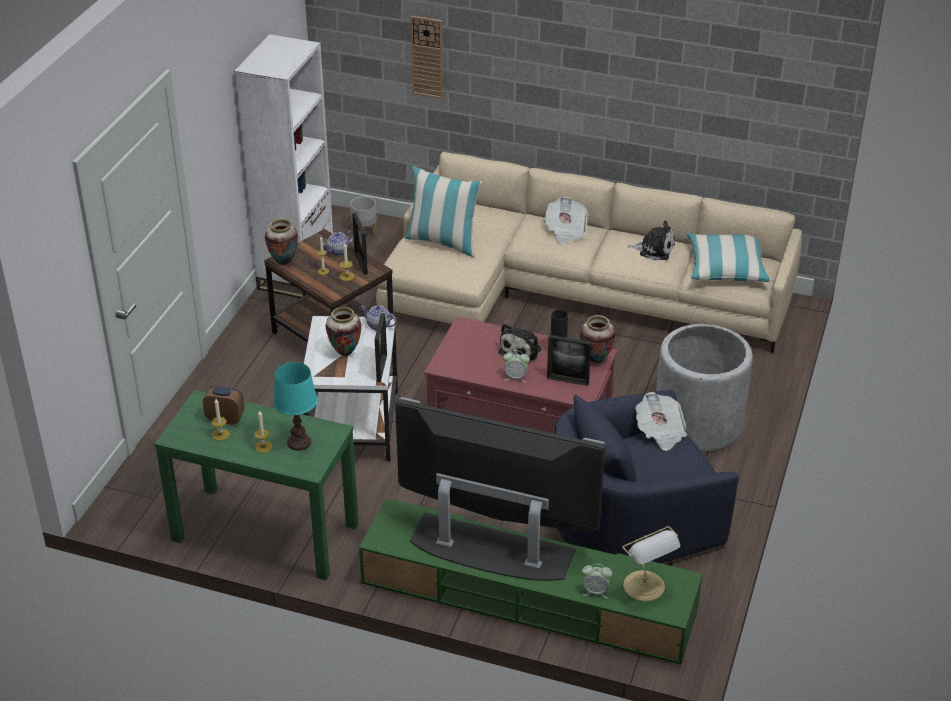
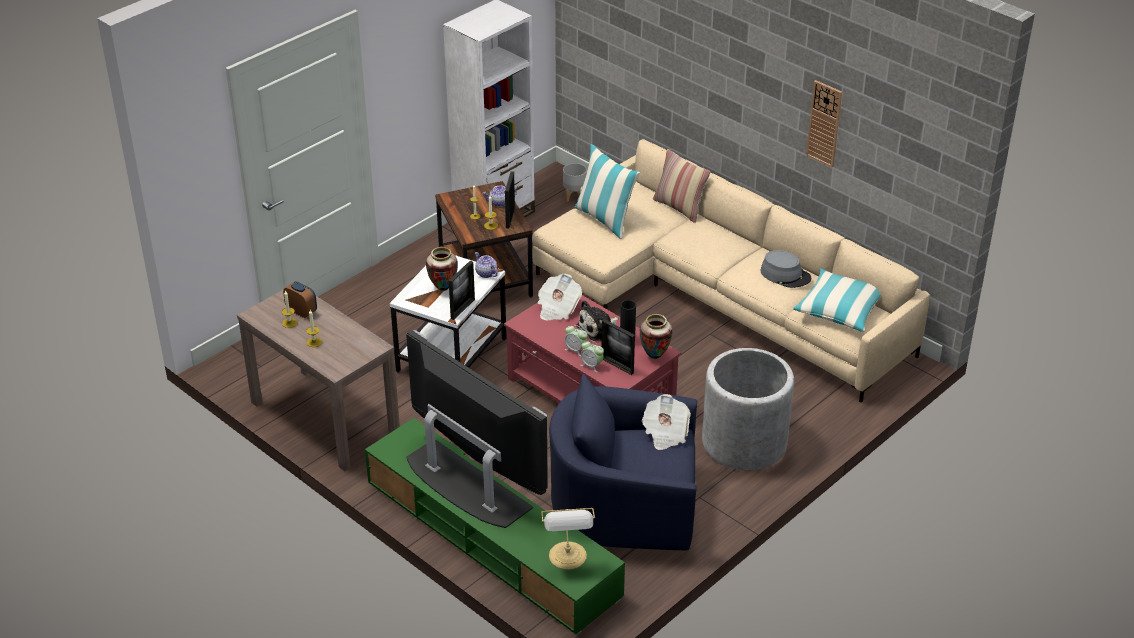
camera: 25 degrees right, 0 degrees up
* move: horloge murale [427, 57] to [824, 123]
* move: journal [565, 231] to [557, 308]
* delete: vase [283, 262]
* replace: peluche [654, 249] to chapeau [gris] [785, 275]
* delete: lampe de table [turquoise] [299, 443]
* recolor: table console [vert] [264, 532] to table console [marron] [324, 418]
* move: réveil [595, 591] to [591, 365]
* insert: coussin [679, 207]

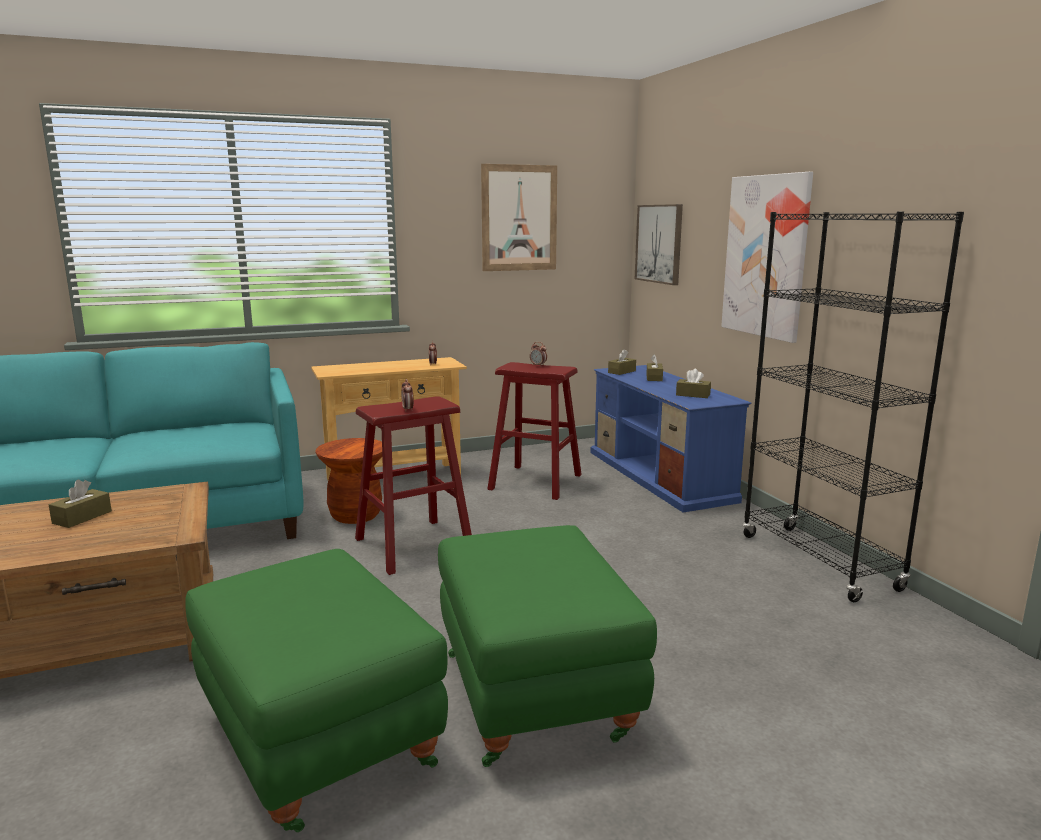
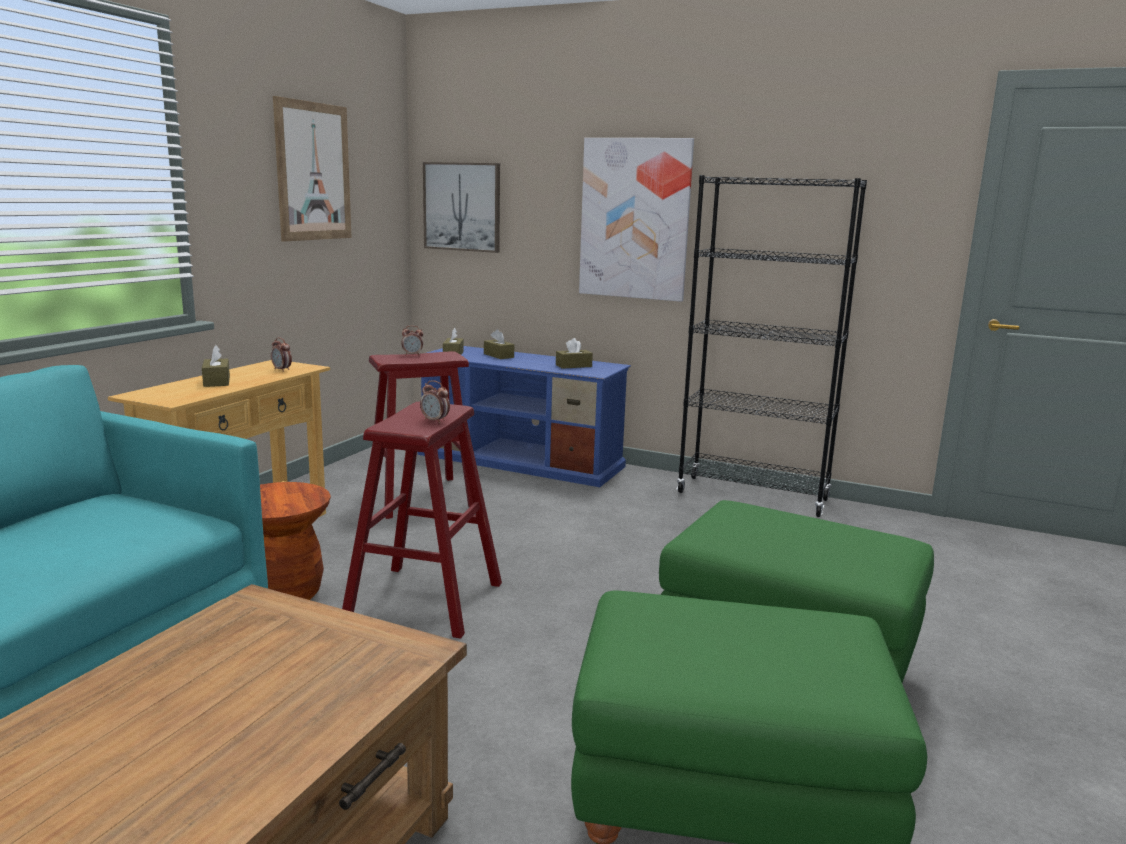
camera: 45 degrees left, 0 degrees up
* move: boîte à mouchoirs [marron] [82, 517] to [216, 381]

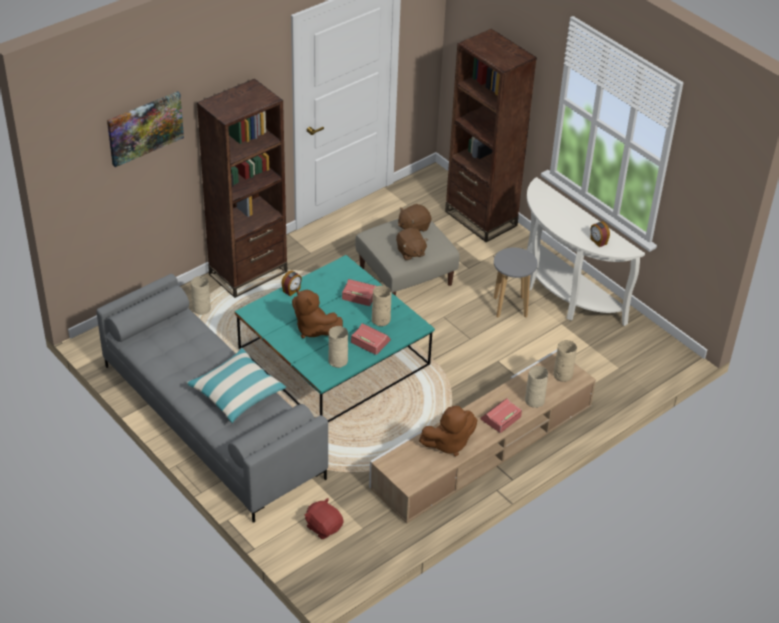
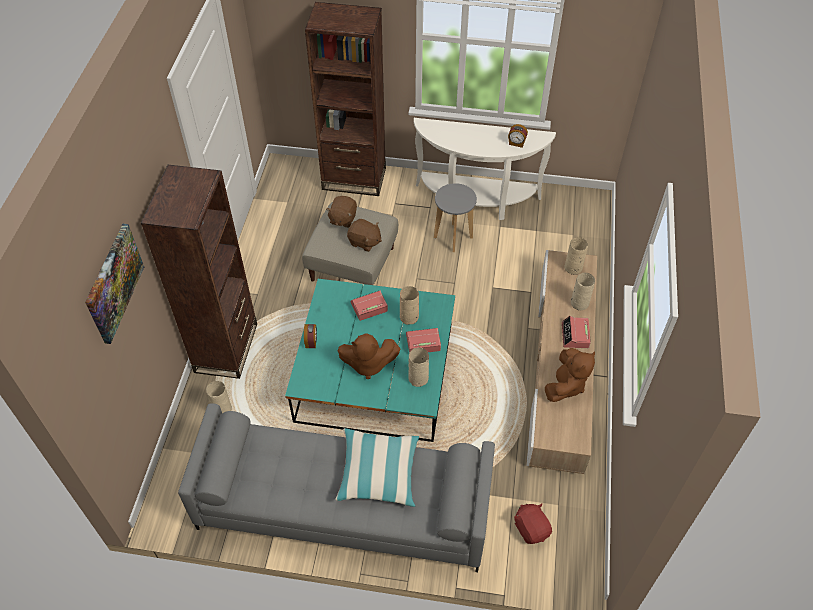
camera: 40 degrees left, 10 degrees up
* rotate: peluche [rouge] [324, 527] = [531, 528] 60 degrees clockwise

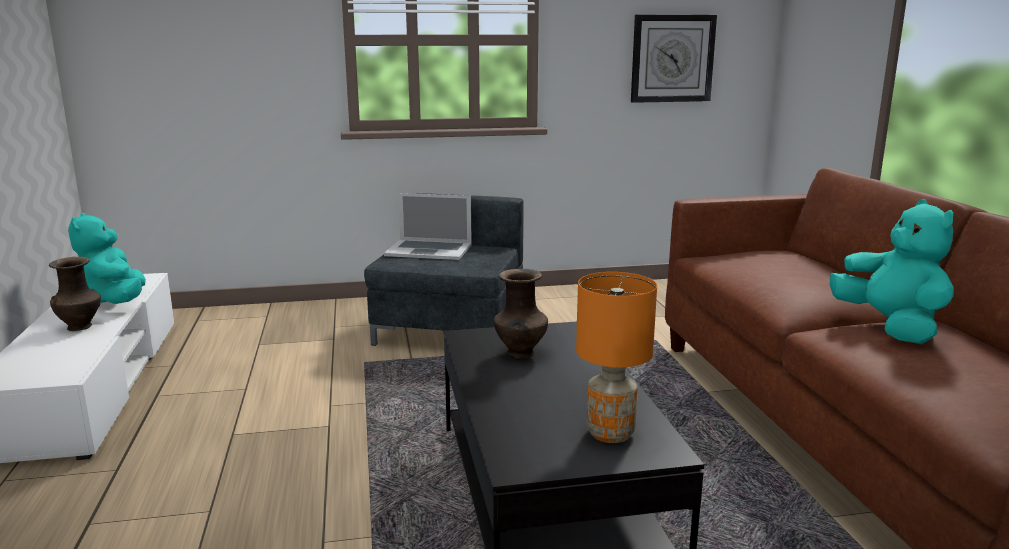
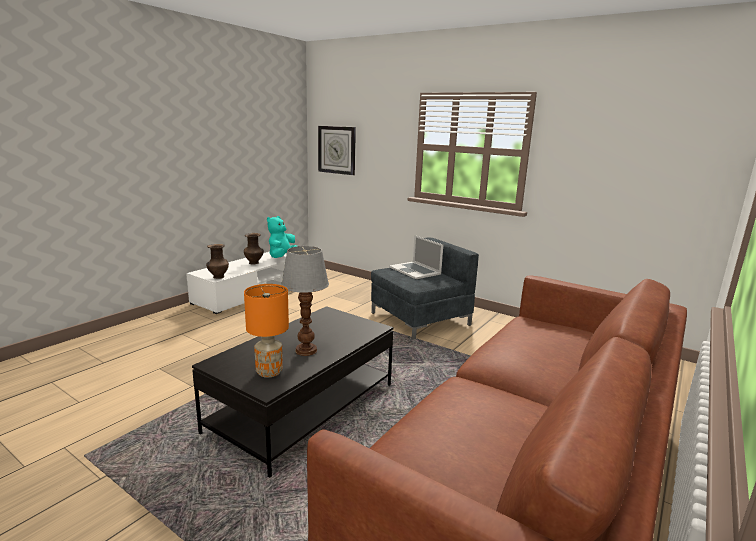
camera: 45 degrees right, 0 degrees up
* move: horloge murale [672, 58] to [337, 150]
* delete: peluche [turquoise] [890, 327]
* move: vase [marron] [520, 354] to [218, 277]
* insert: lampe de table [305, 351]

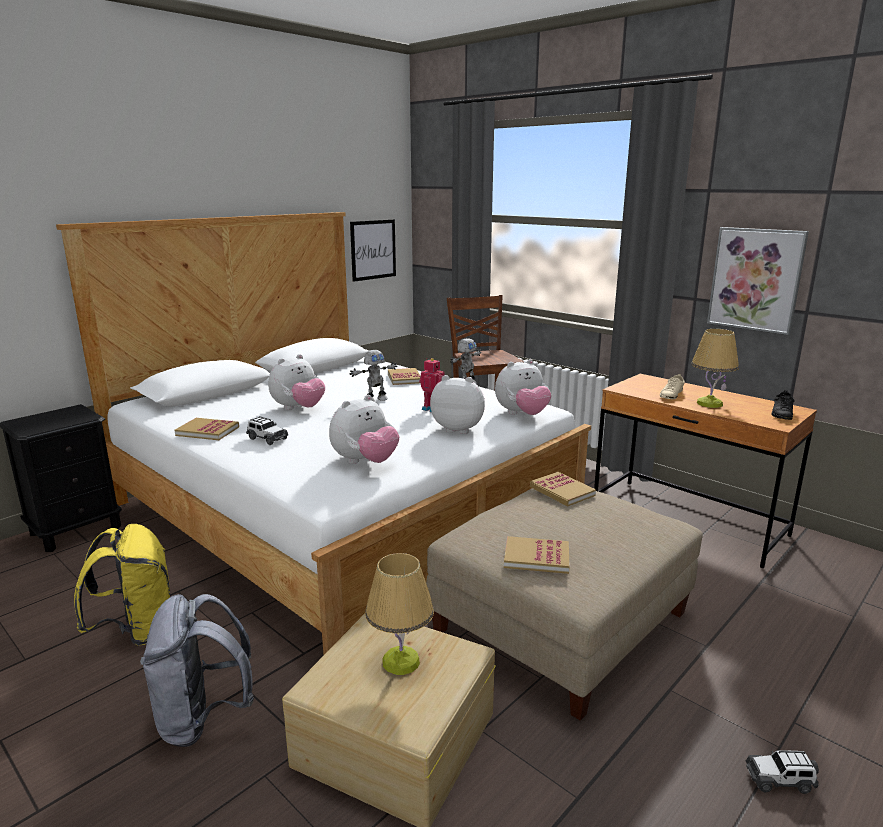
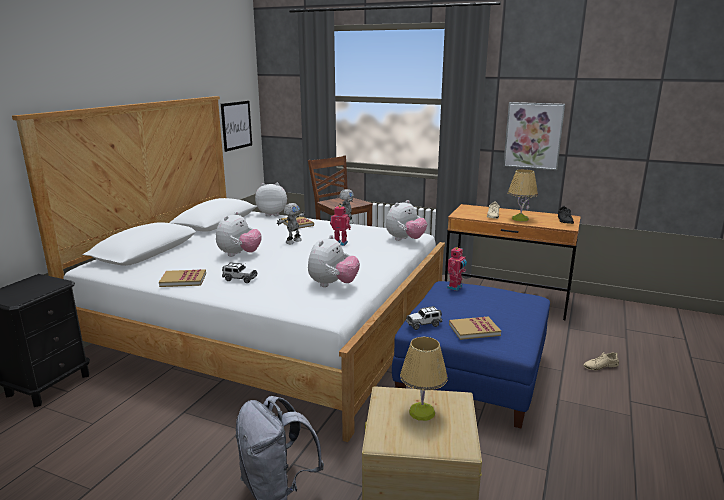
camera: 20 degrees left, 0 degrees up
* move: peluche [459, 429] to [272, 214]
* replace: livre [562, 491] to robot jouet [455, 287]
* recolor: pouf [beige] [560, 621] to pouf [bleu] [472, 374]
* delete: sac à dos [jaune] [136, 630]
* move: petite voiture [780, 780] to [423, 324]
* insert: chaussure [beige] [600, 366]

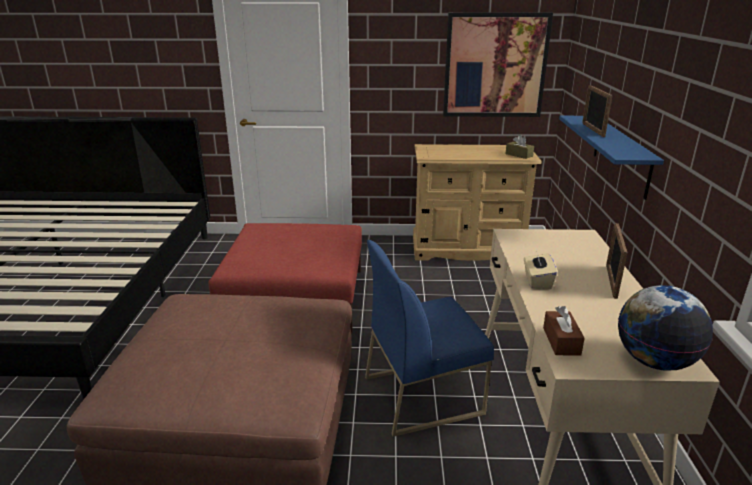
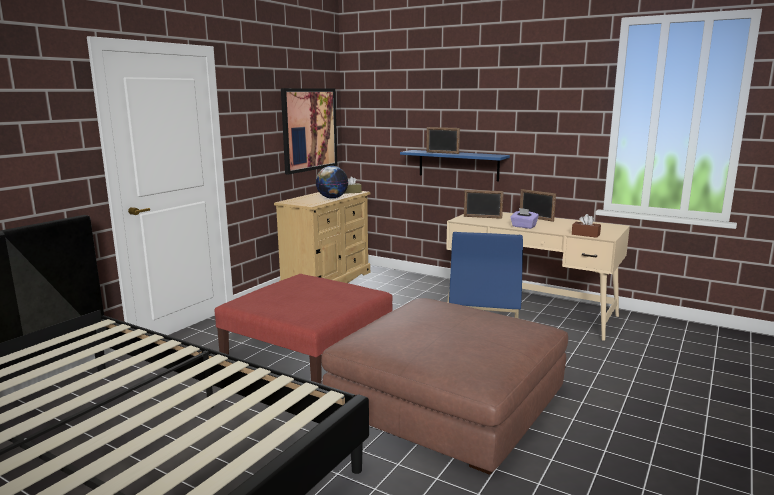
camera: 60 degrees left, 10 degrees down
* recolor: boîte à mouchoirs [beige] [537, 281] to boîte à mouchoirs [violet] [523, 226]
* move: globe [654, 361] to [332, 198]
* insert: cadre photo [482, 217]

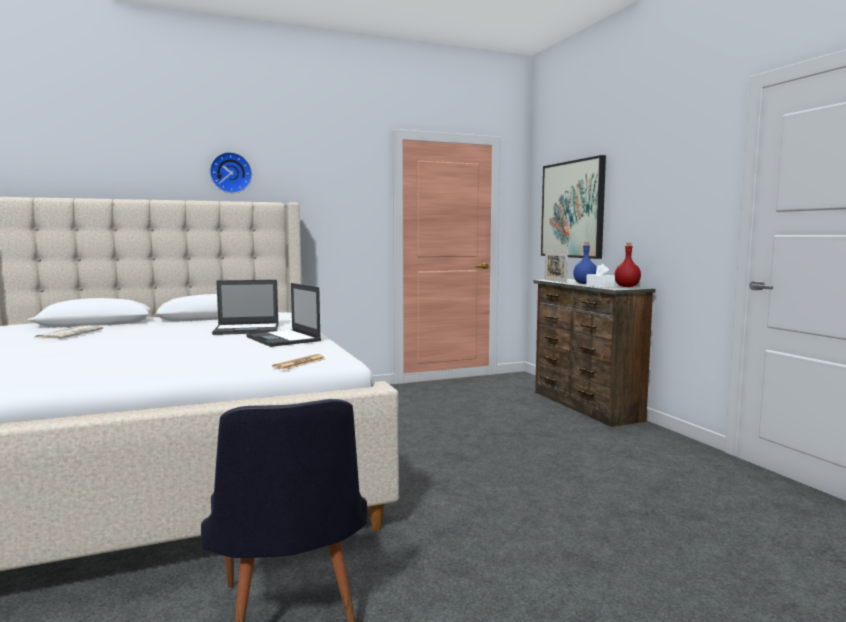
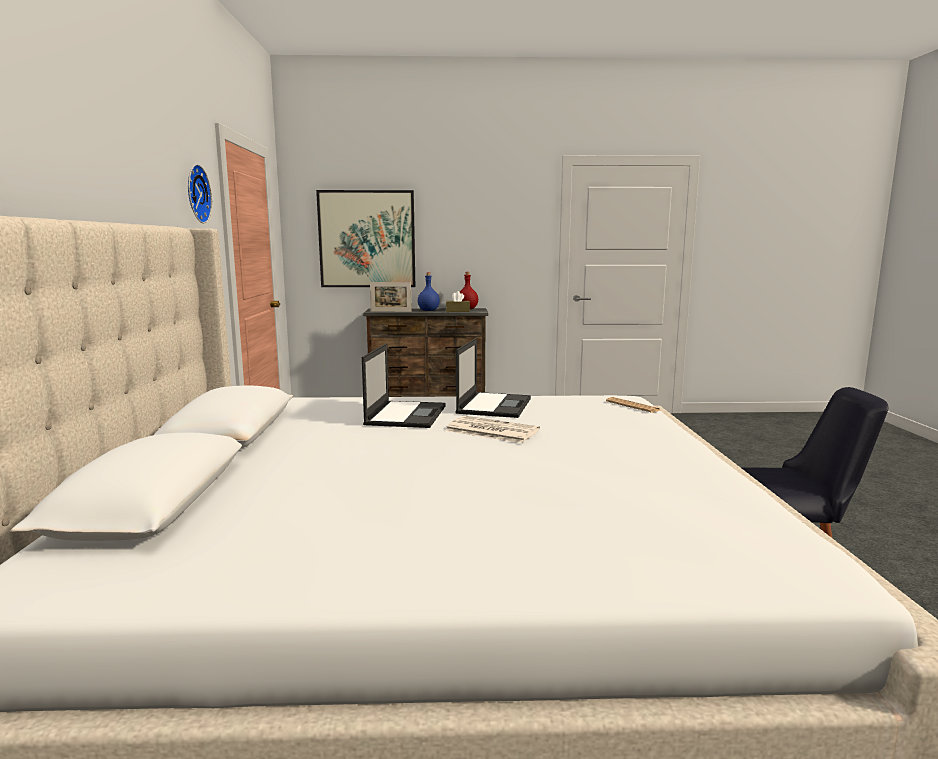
camera: 70 degrees left, 5 degrees up
* move: horloge murale [230, 173] to [195, 194]
* recolor: boîte à mouchoirs [blanc] [600, 286] to boîte à mouchoirs [marron] [458, 311]
* rotate: ordinateur portable [284, 339] = [494, 405] 60 degrees counterclockwise
* move: journal [69, 334] to [490, 430]

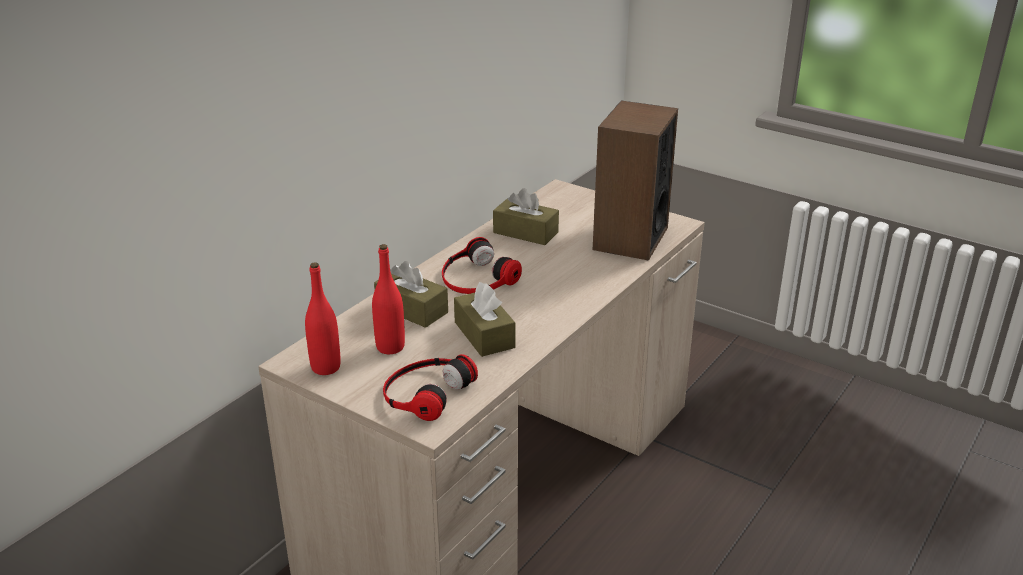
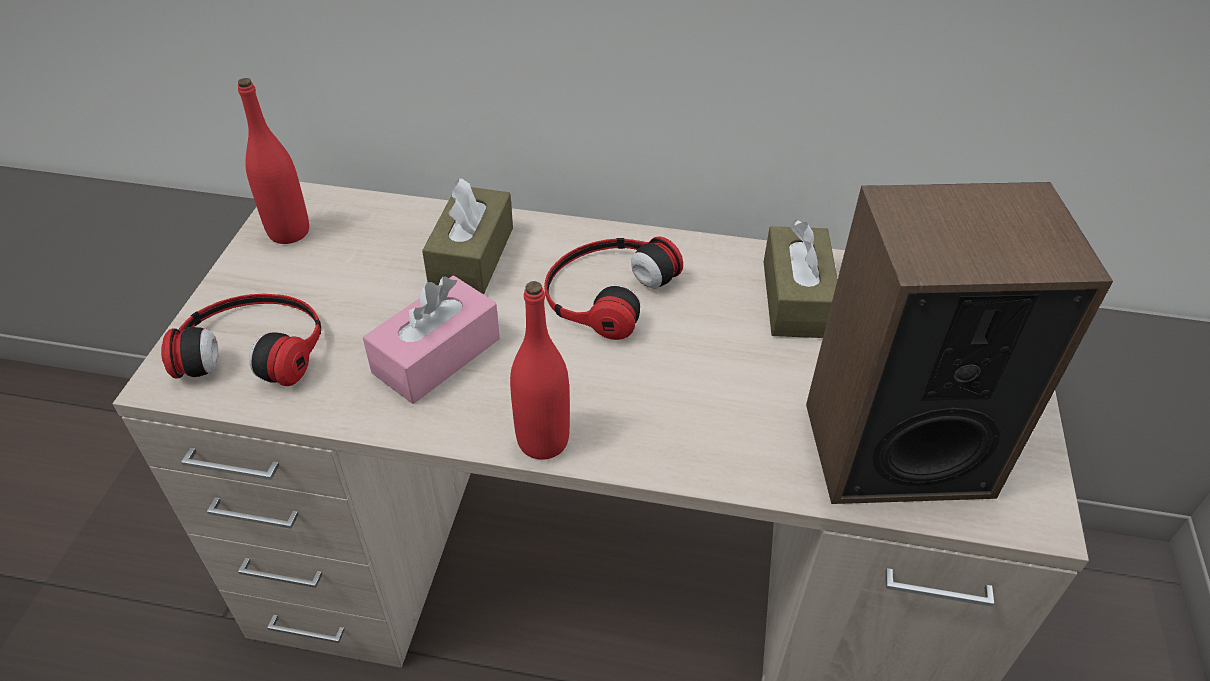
camera: 65 degrees right, 15 degrees up
* move: bouteille [rouge] [390, 347] to [543, 441]
* recolor: boîte à mouchoirs [marron] [484, 335] to boîte à mouchoirs [rose] [437, 356]

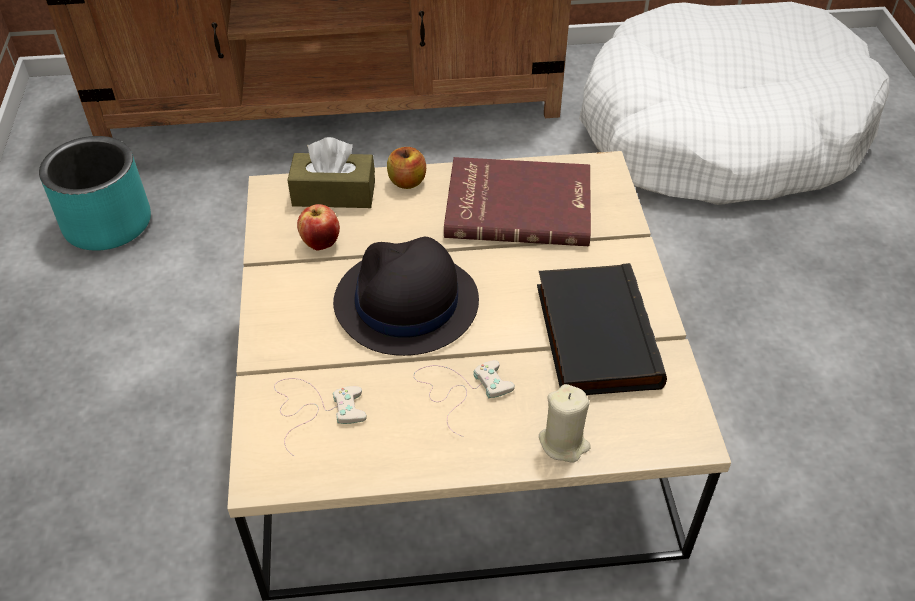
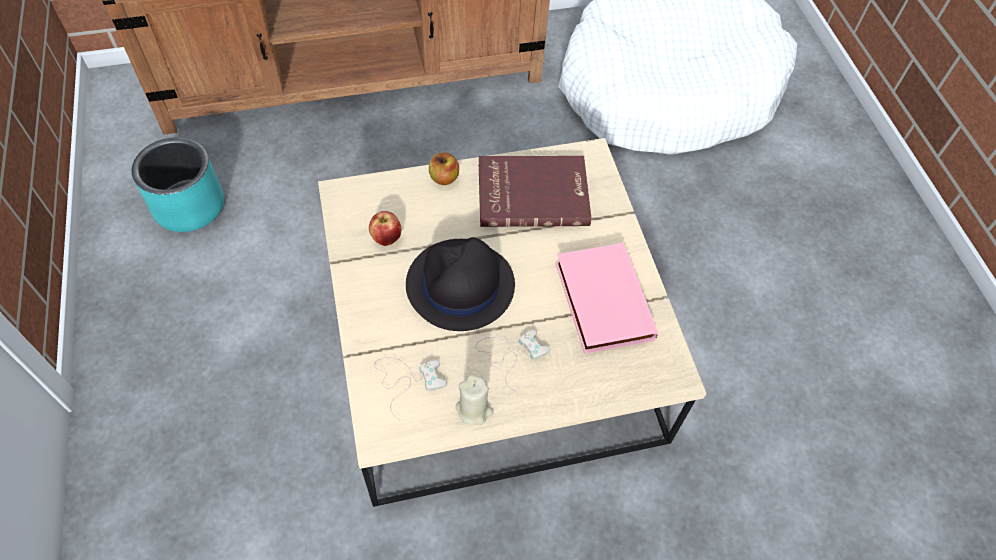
camera: 10 degrees left, 10 degrees up
* delete: boîte à mouchoirs [marron] [334, 193]
* recolor: livre [noir] [593, 334] to livre [rose] [600, 300]
* move: bougie [beige] [564, 443] to [474, 409]

